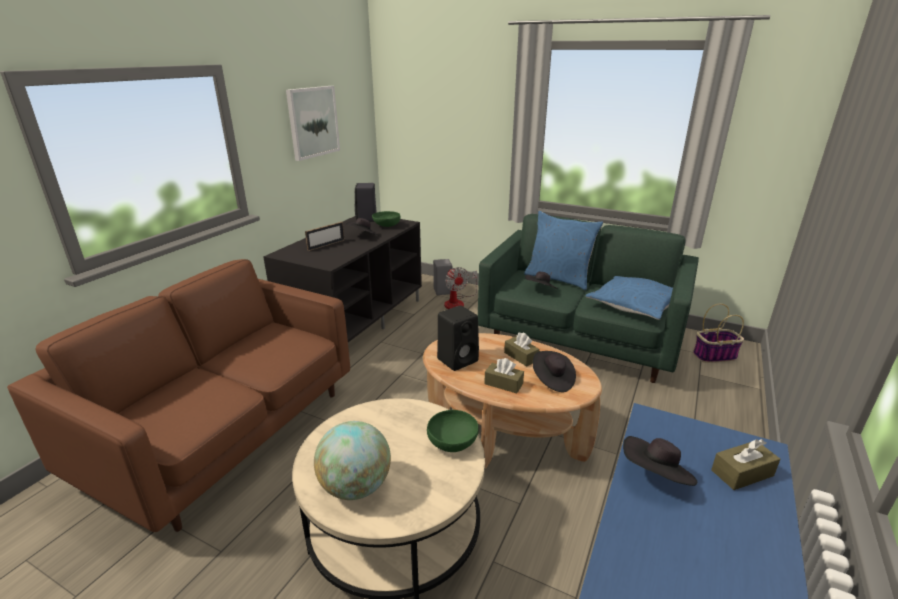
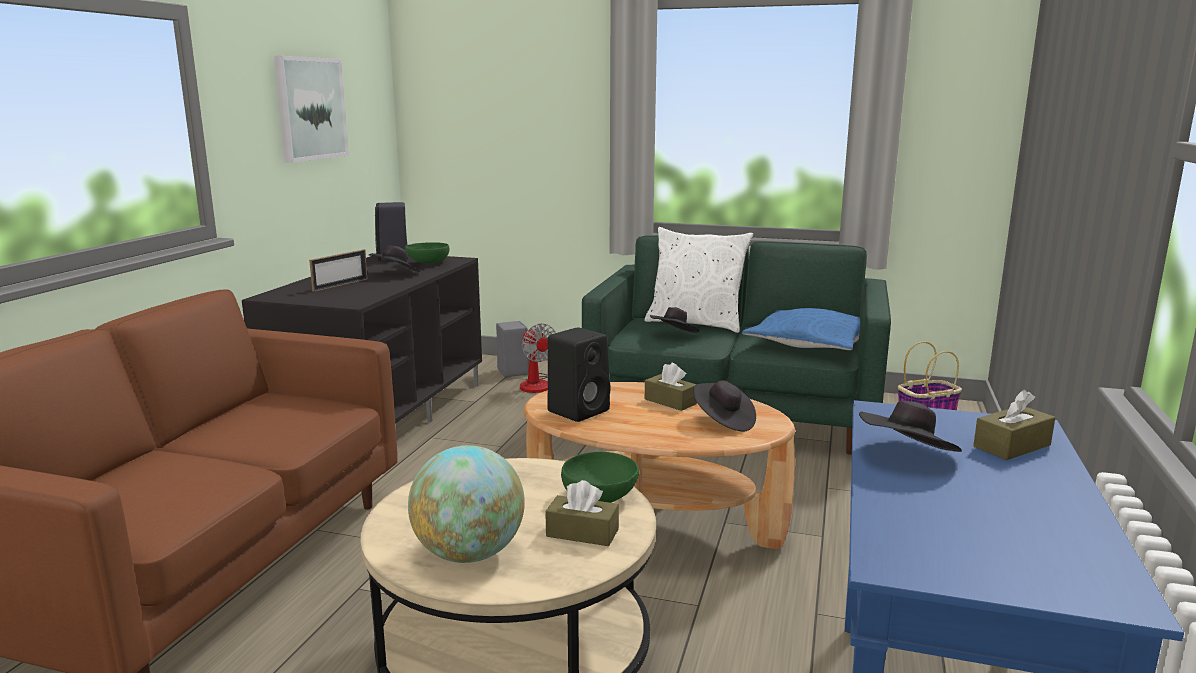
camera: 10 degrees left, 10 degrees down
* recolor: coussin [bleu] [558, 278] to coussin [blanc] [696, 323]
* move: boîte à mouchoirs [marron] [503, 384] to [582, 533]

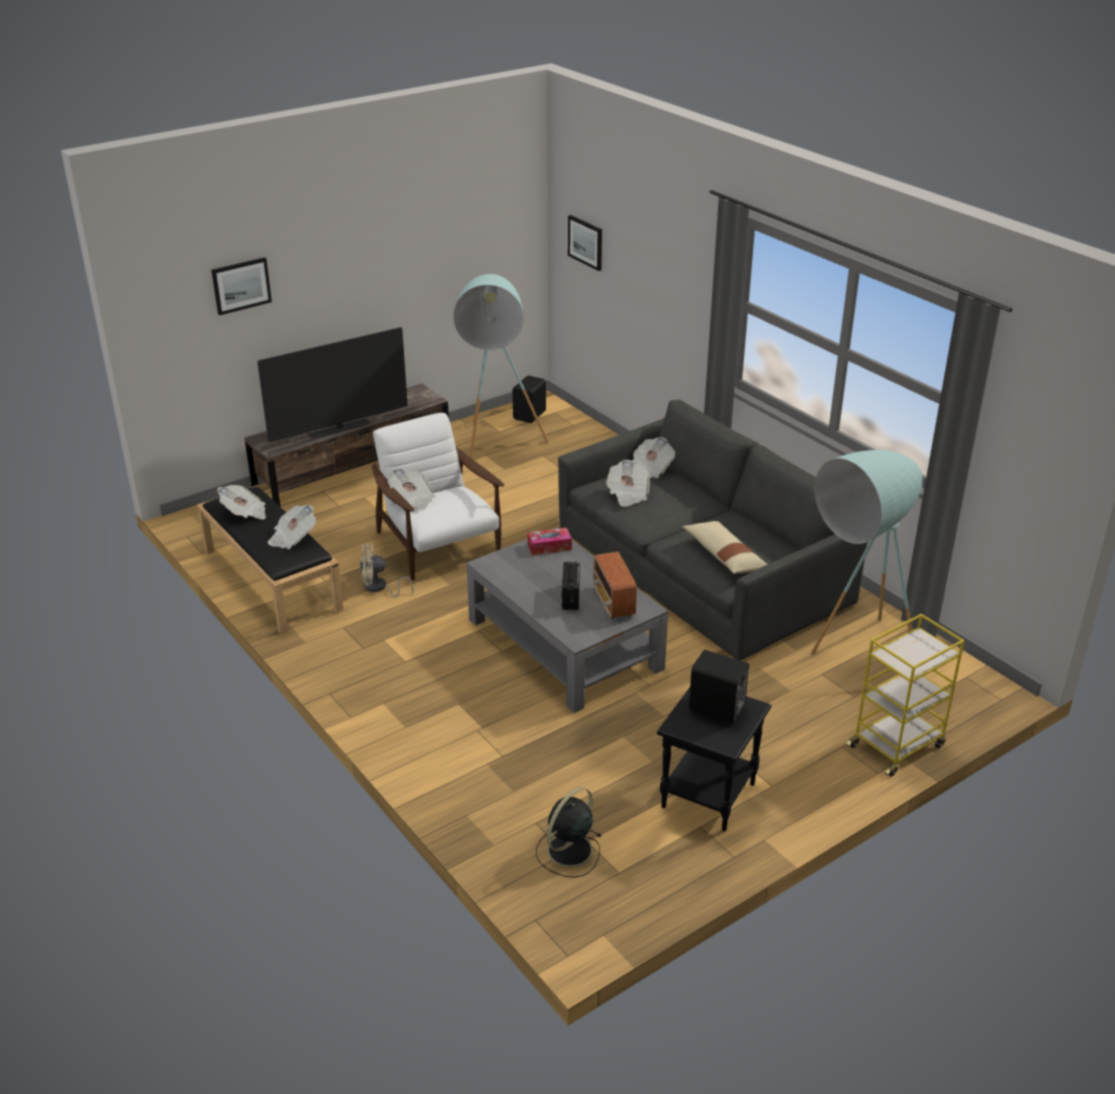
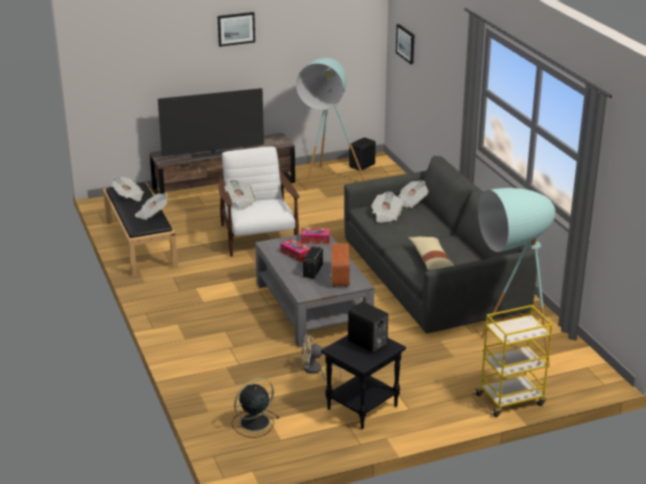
camera: 15 degrees right, 5 degrees down
* move: tableau [241, 285] to [236, 28]
* move: ventilateur [beige] [379, 588] to [315, 371]
* insert: boîte à mouchoirs [295, 254]

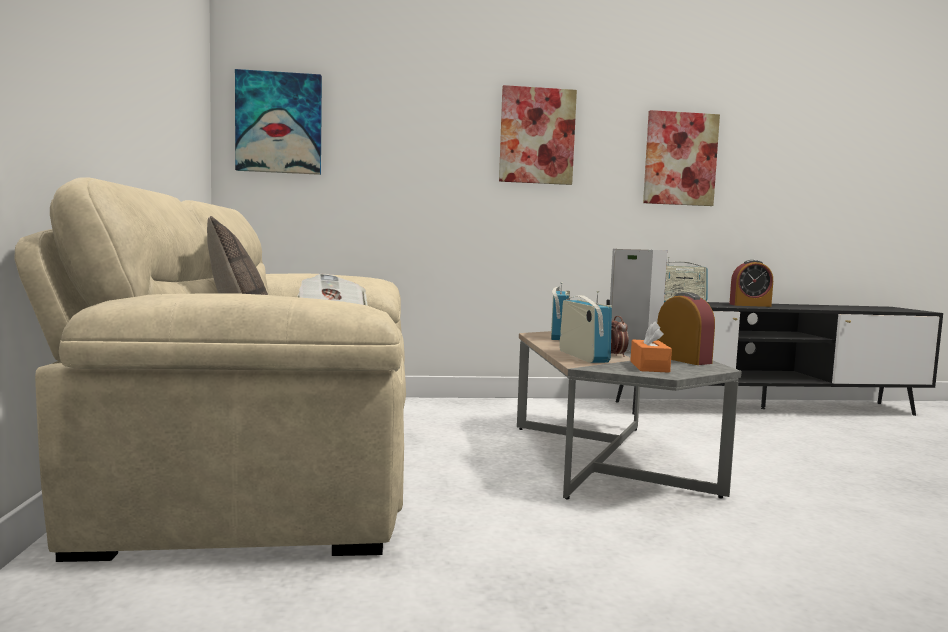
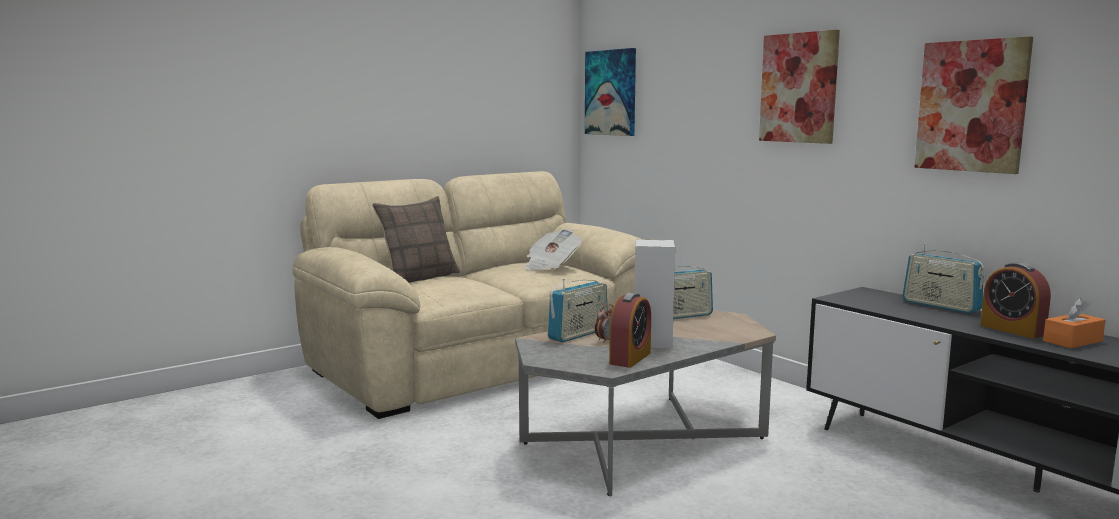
camera: 60 degrees right, 5 degrees up
* move: boîte à mouchoirs [orange] [649, 367] to [1072, 341]

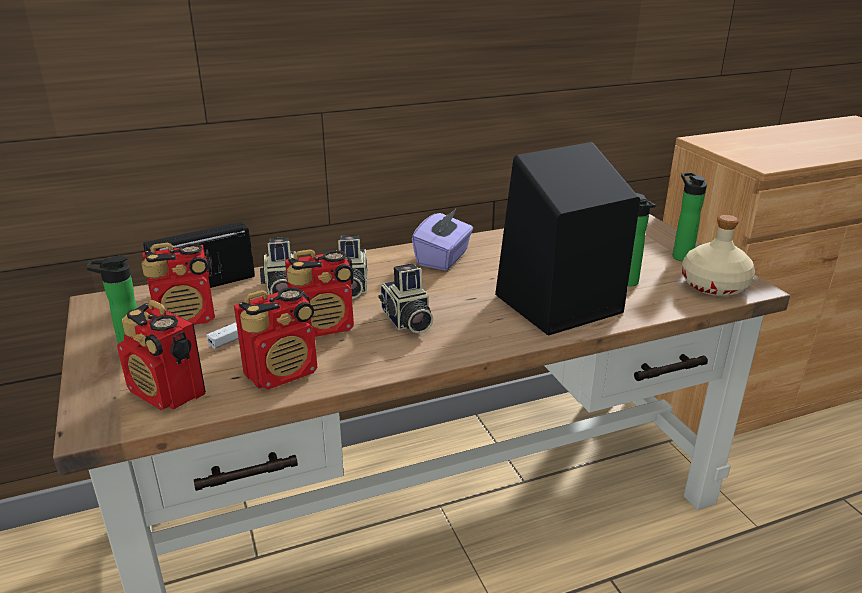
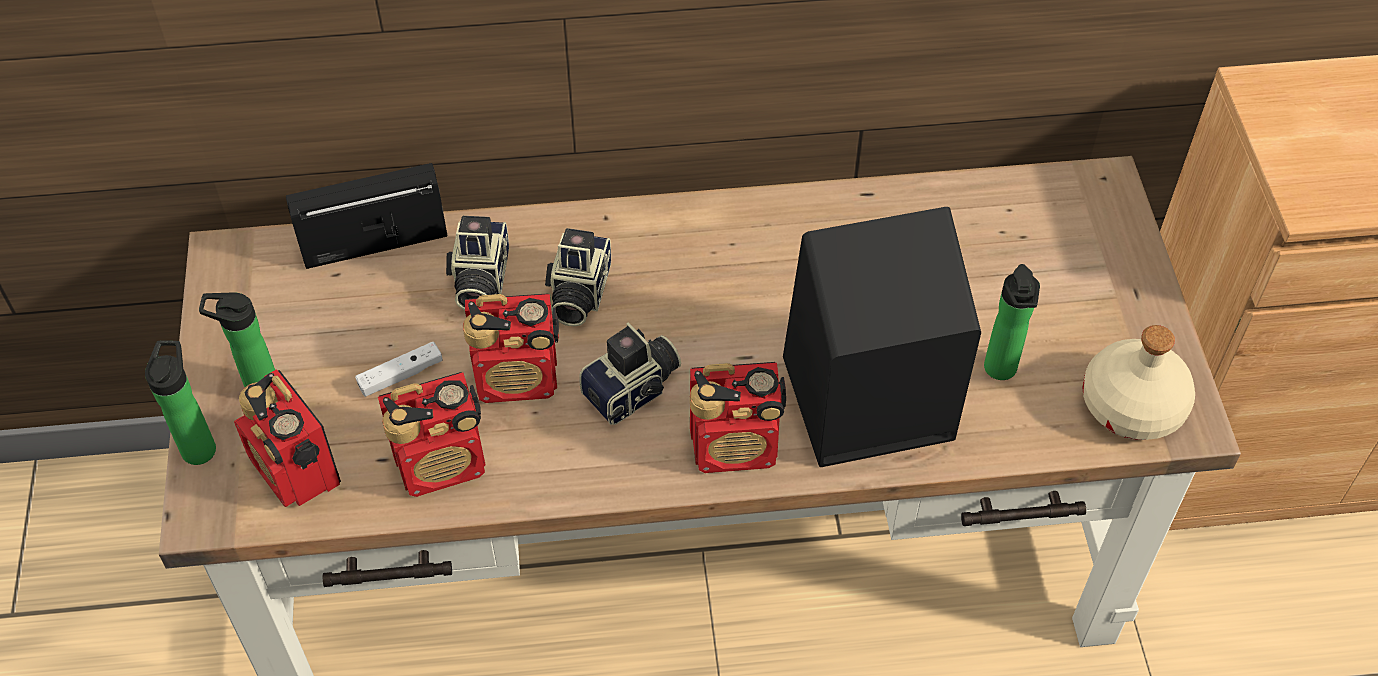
camera: 15 degrees right, 25 degrees up
* move: bouteille [680, 256] to [200, 446]
* delete: boîte à mouchoirs [violet] [443, 258]
* move: radio [187, 319] to [735, 447]
* rotate: appareil photo [406, 321] = [634, 391] 120 degrees counterclockwise

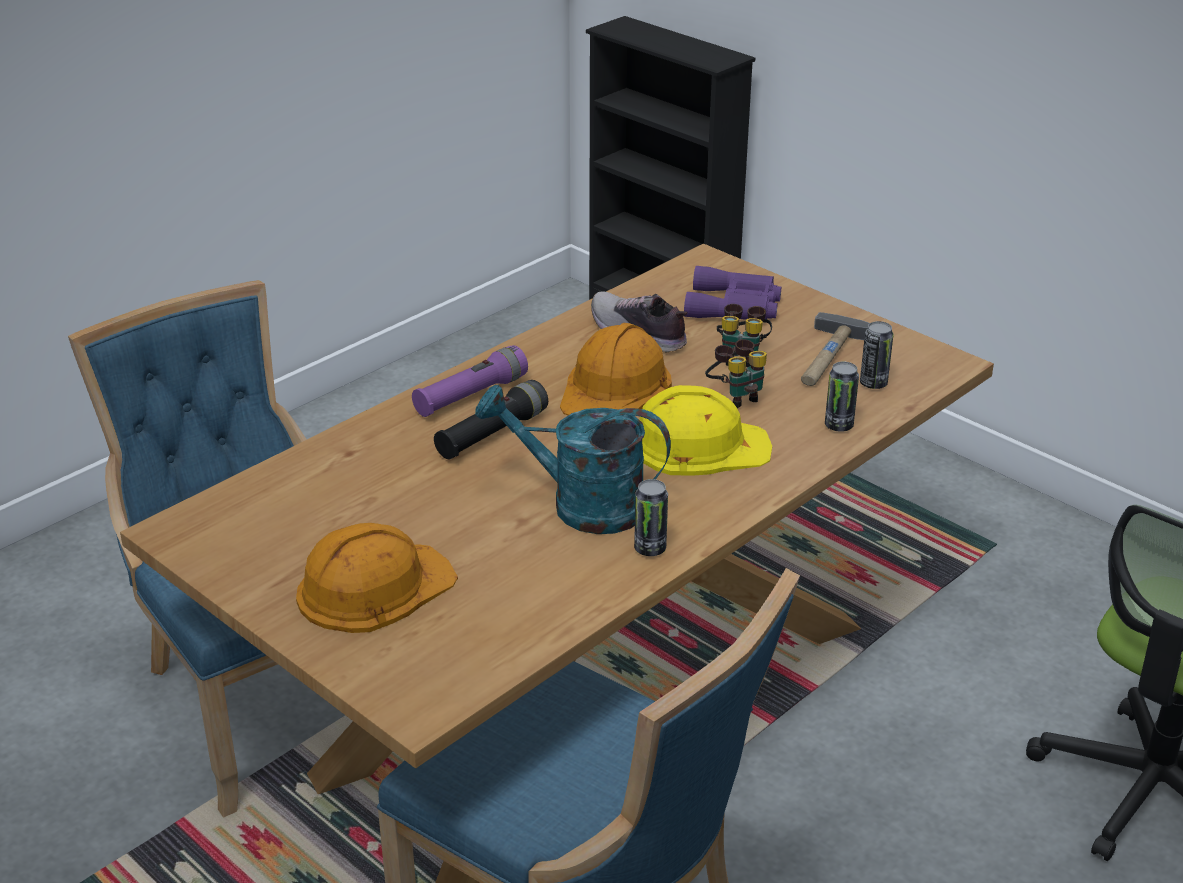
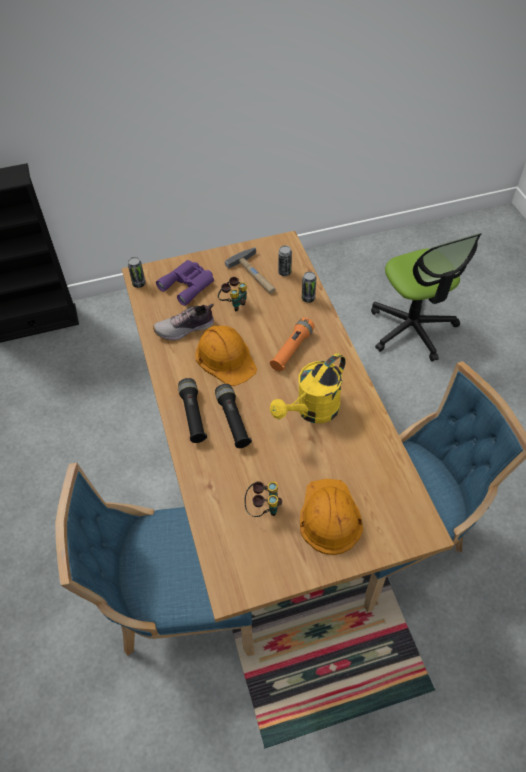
camera: 60 degrees left, 20 degrees up
* move: jumelles [736, 397] to [263, 508]
* recolor: lampe de poche [violet] [471, 396] to lampe de poche [noir] [193, 415]
* recolor: arrosoir [turquoise] [581, 505] to arrosoir [jaune] [312, 411]
* replace: casque de chantier [jaune] [698, 445] to lampe de poche [orange] [291, 350]
* move: boîte métallique [650, 548] to [139, 284]

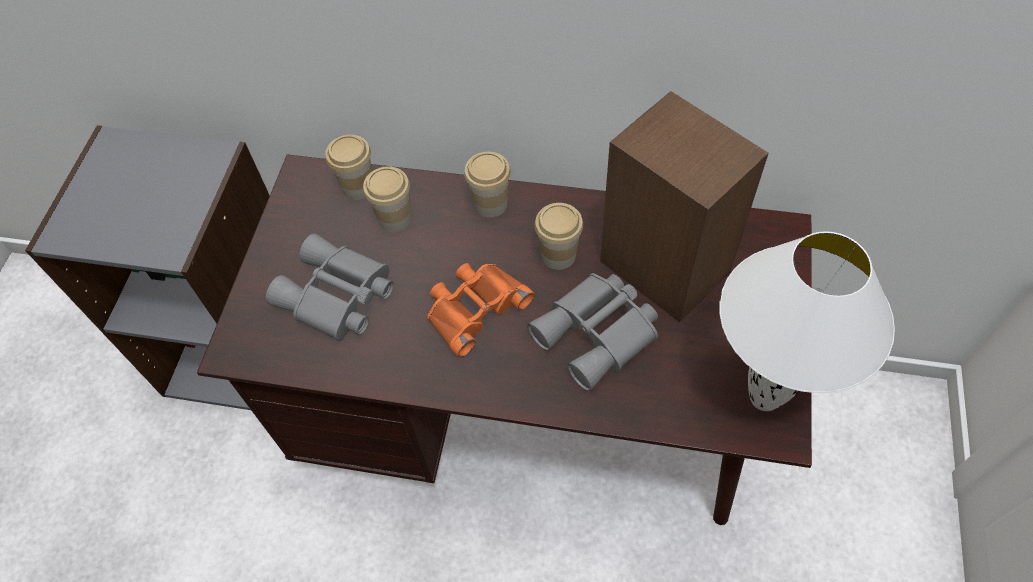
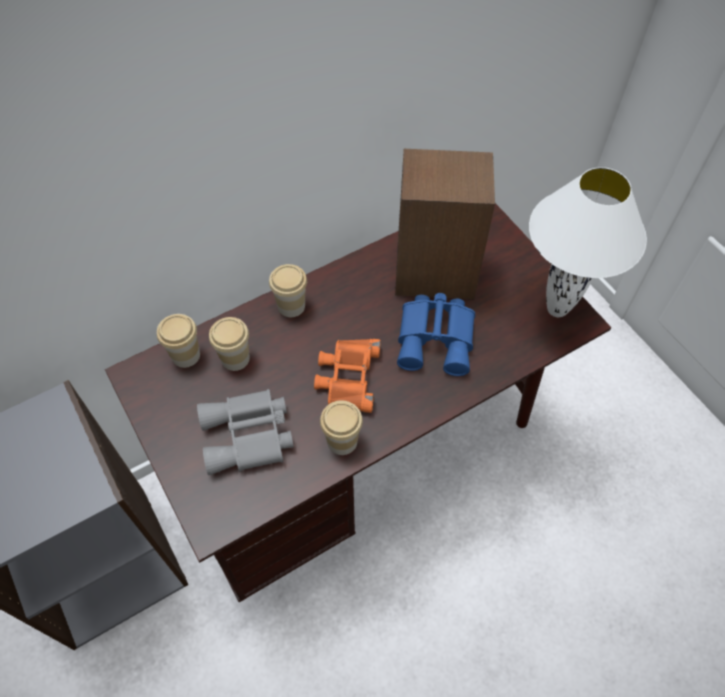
camera: 45 degrees left, 0 degrees up
* move: tasse [558, 255] to [342, 441]
* recolor: jumelles [gris] [599, 334] to jumelles [bleu] [437, 338]

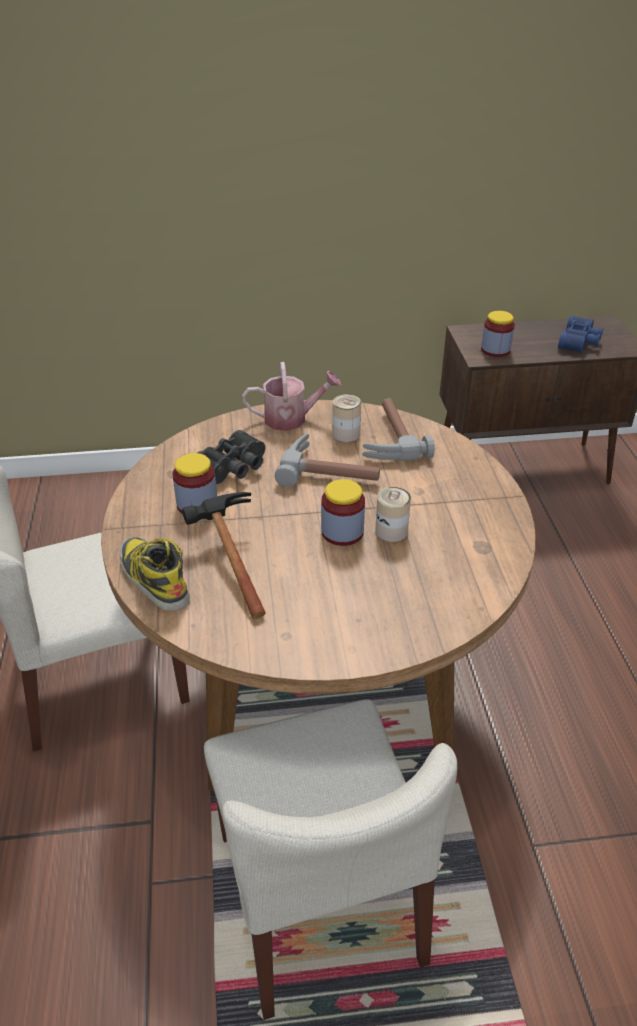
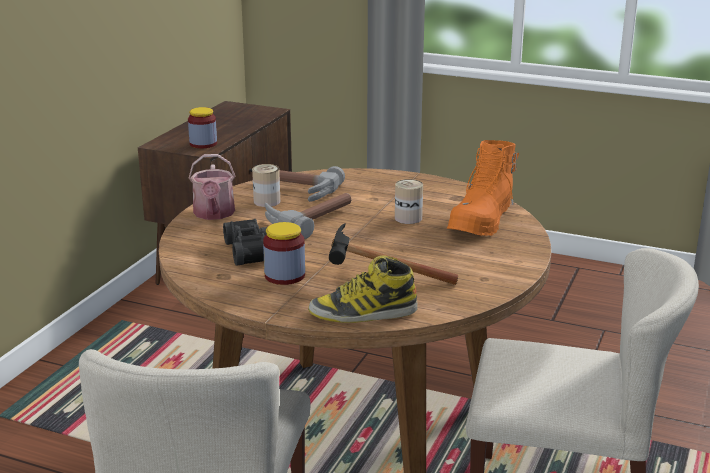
camera: 60 degrees left, 15 degrees down
* delete: jumelles [bleu] [580, 342]
* rotate: arrosoir [291, 418] = [214, 214] 150 degrees clockwise
* delete: bocal [342, 532]
* insert: botte [orange] [482, 221]

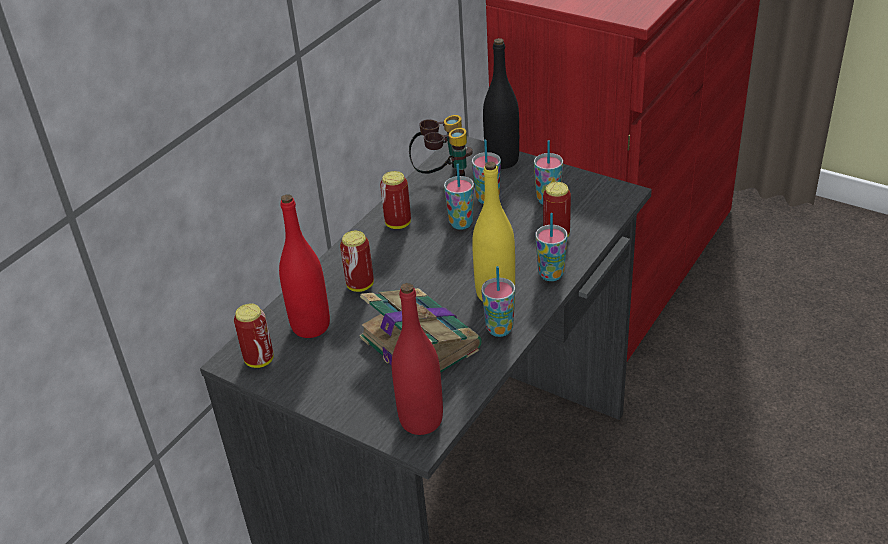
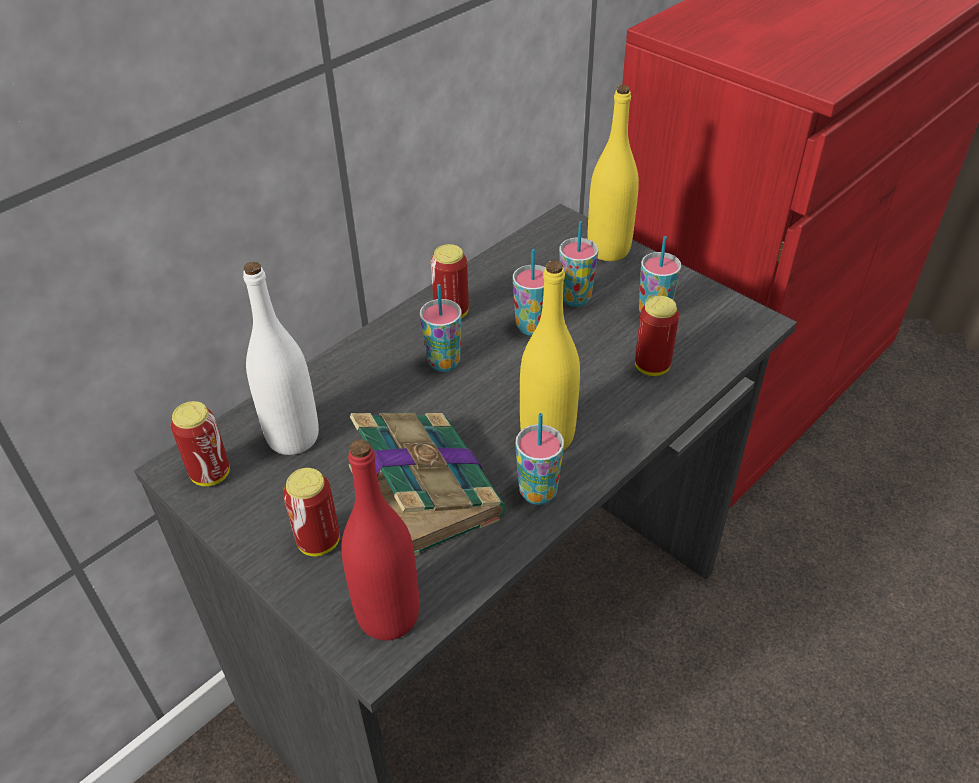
camera: 10 degrees right, 5 degrees up
* recolor: bouteille [noir] [502, 160] to bouteille [jaune] [608, 250]
* delete: jumelles [442, 176]
* recolor: bouteille [rouge] [310, 326] to bouteille [blanc] [293, 437]
* move: tasse [551, 274] to [444, 362]
* move: boîte métallique [360, 285] to [319, 542]

